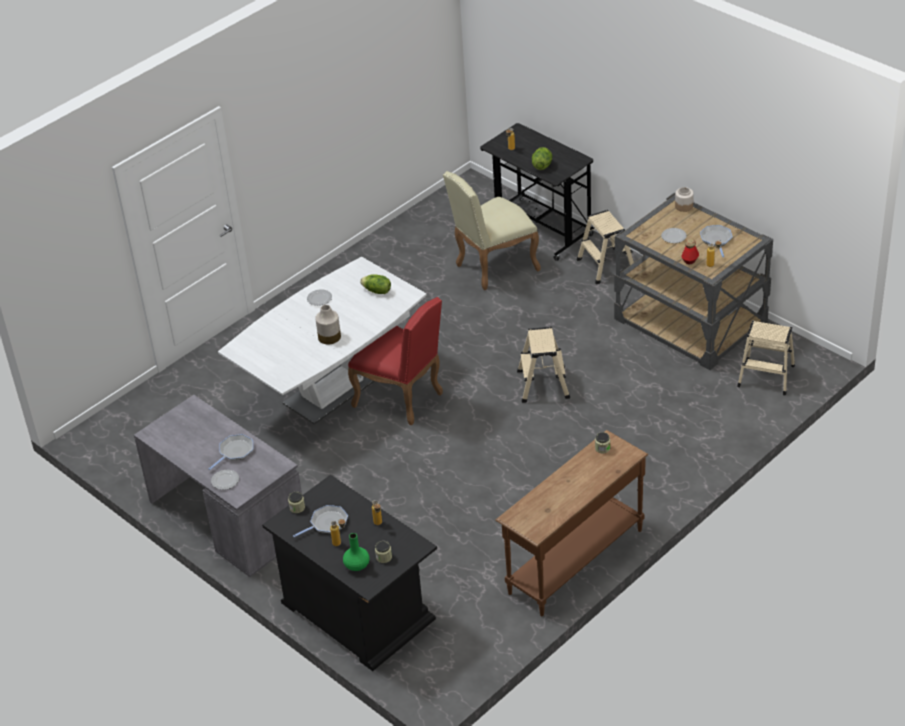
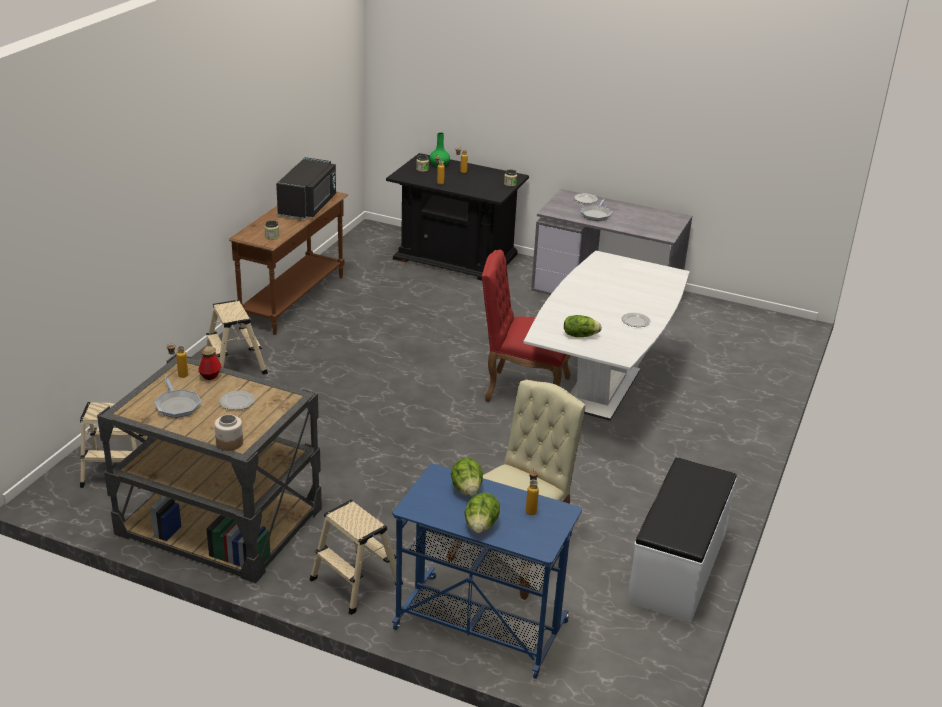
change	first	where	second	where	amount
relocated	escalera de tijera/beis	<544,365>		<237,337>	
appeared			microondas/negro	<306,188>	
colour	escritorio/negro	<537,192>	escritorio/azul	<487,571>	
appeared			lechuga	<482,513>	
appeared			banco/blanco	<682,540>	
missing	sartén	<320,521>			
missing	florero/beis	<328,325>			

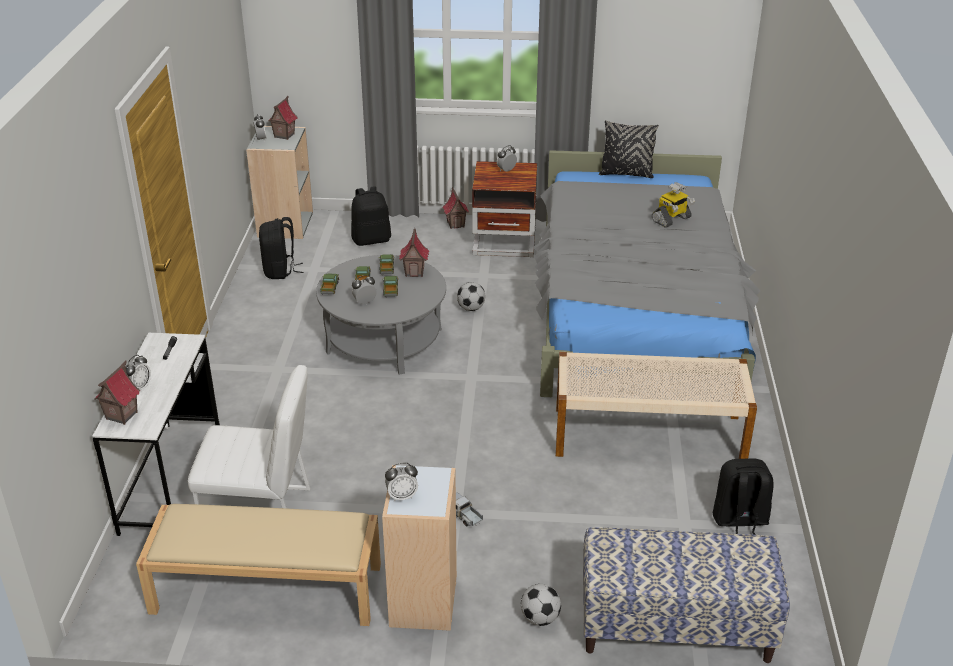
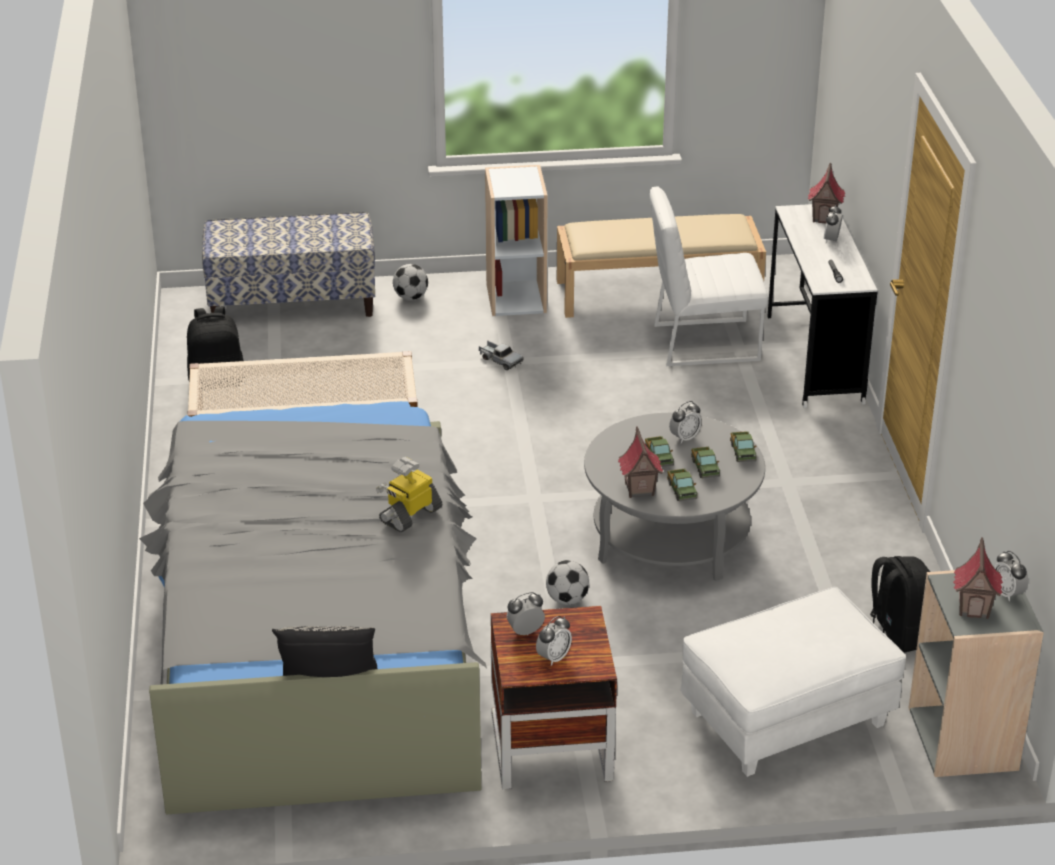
change	first	where	second	where	amount
relocated	robot de juguete	<673,204>		<409,494>	
relocated	despertador	<401,482>		<526,613>	
exchanged	mochila/negro	<371,216>	puf/blanco	<793,682>	
missing	casita	<456,208>			

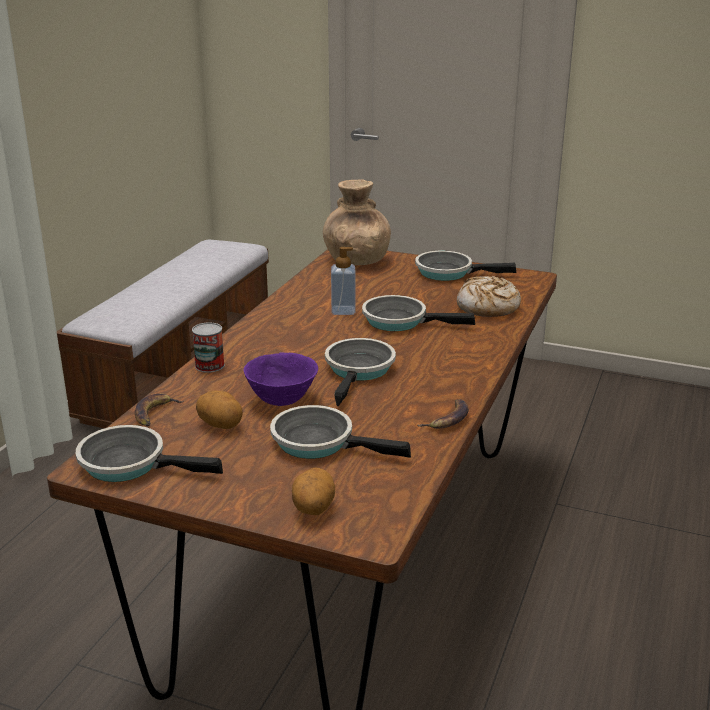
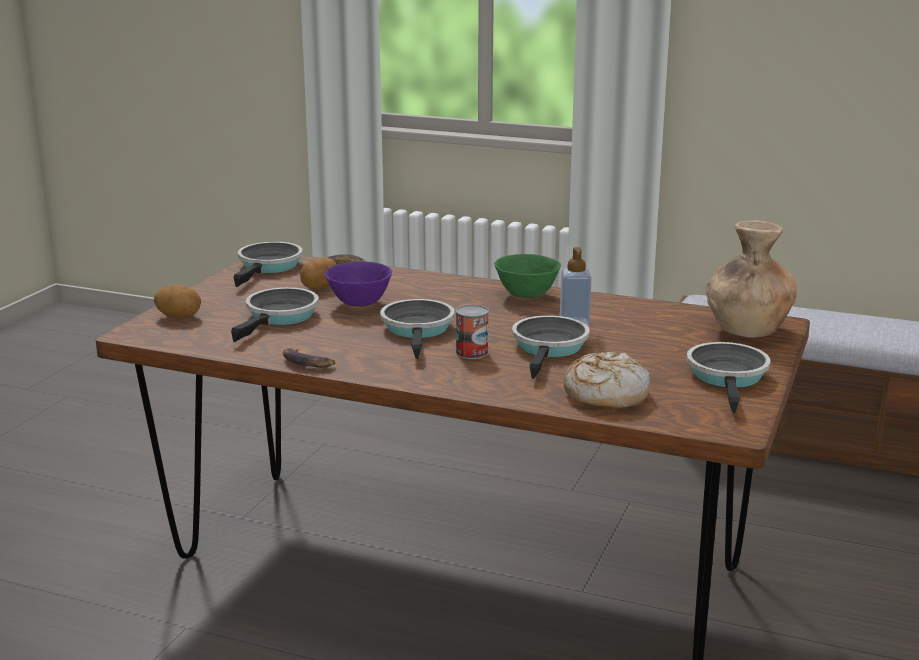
change	first	where	second	where	amount
spun	sartén	<360,372>		<417,329>	105 degrees counterclockwise
relocated	lata	<208,347>		<472,332>	
appeared			cuenco/verde	<527,276>	

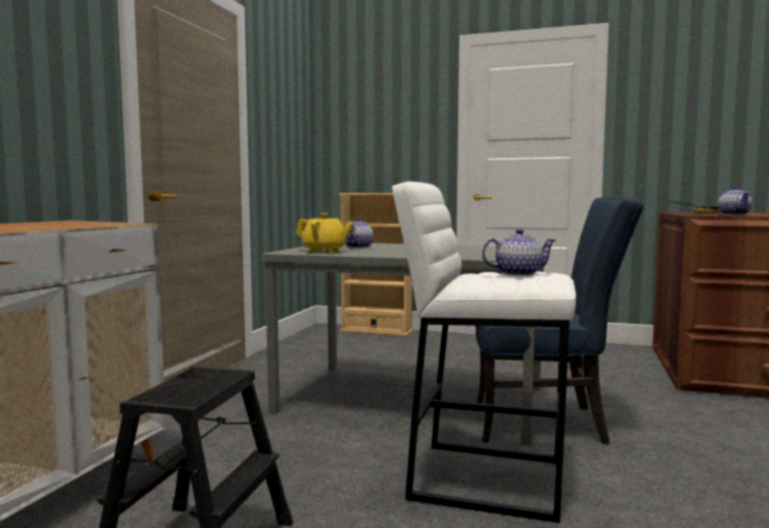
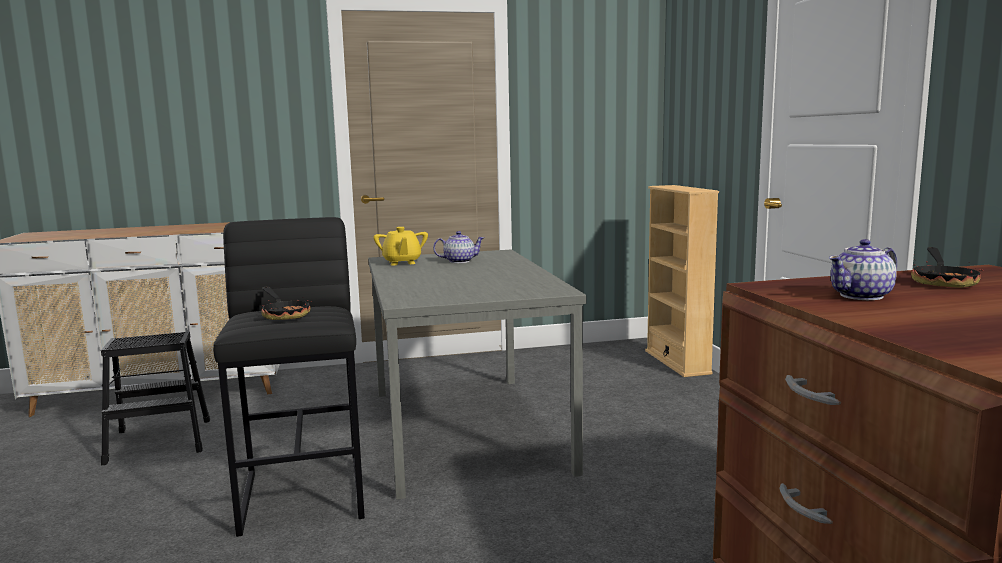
change	first	where	second	where	amount
colour	taburete/blanco	<484,352>	taburete/negro	<289,377>	
exchanged	tetera	<519,252>	sartén	<286,303>	
missing	silla/azul	<560,321>			

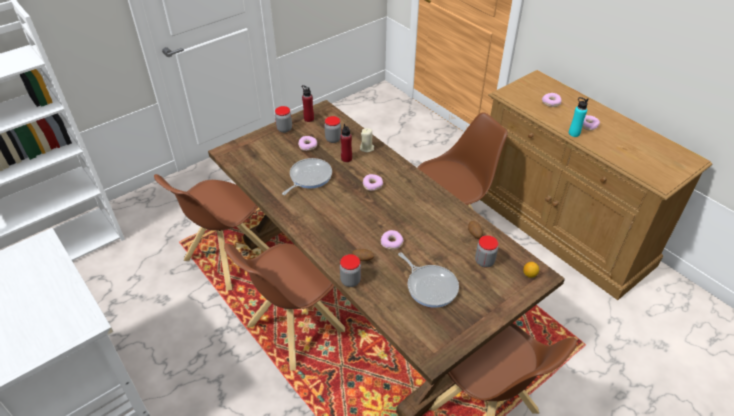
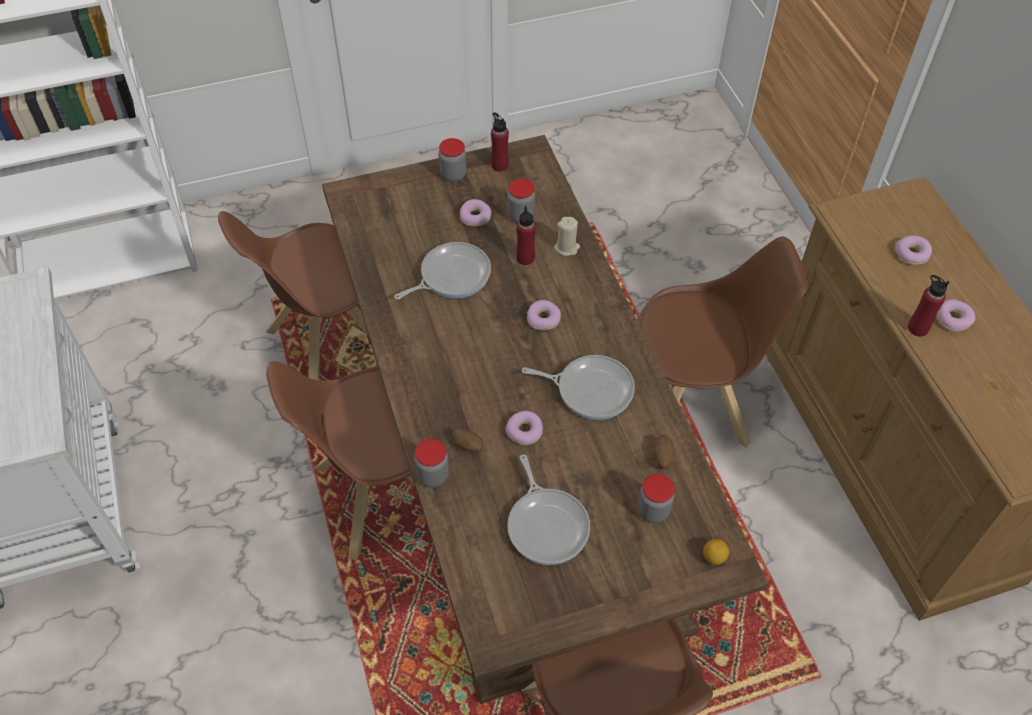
change	first	where	second	where	amount
appeared			sartén	<578,387>	
colour	botella/turquesa	<578,117>	botella/rojo	<929,306>	

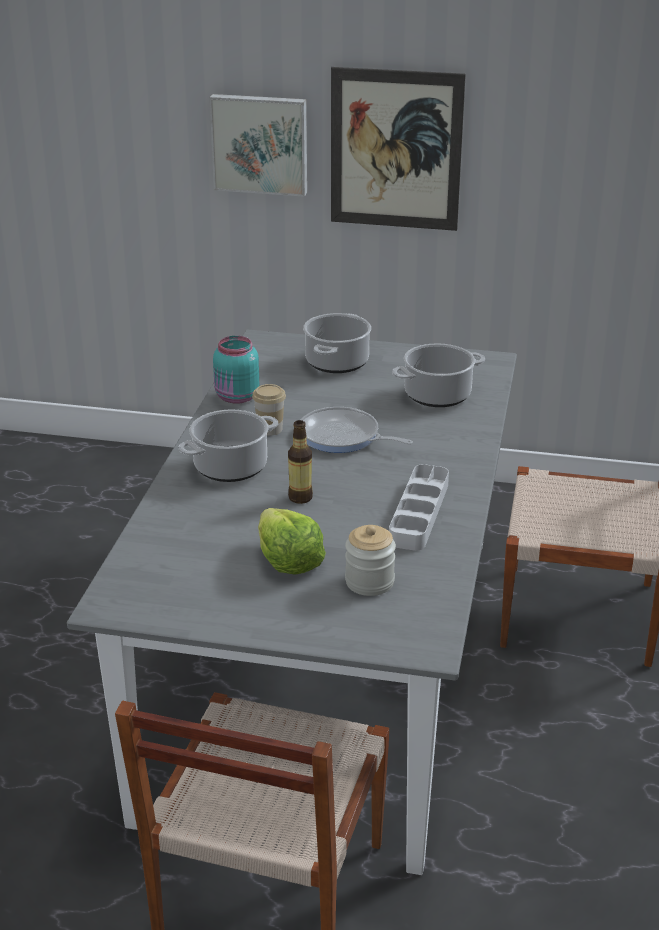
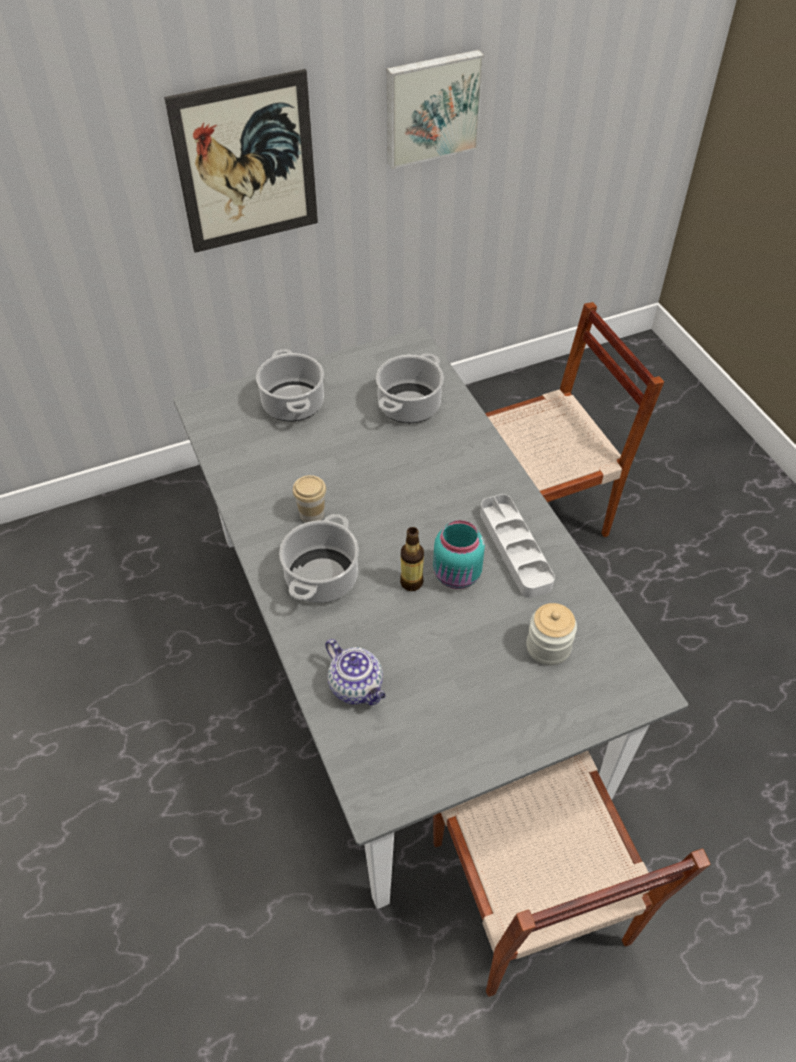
change	first	where	second	where	amount
appeared			tetera	<355,672>	
relocated	cuadro	<258,145>		<435,109>	
relocated	tarro/turquesa	<236,370>		<459,554>	
missing	lechuga	<292,541>			
missing	sartén	<357,430>			

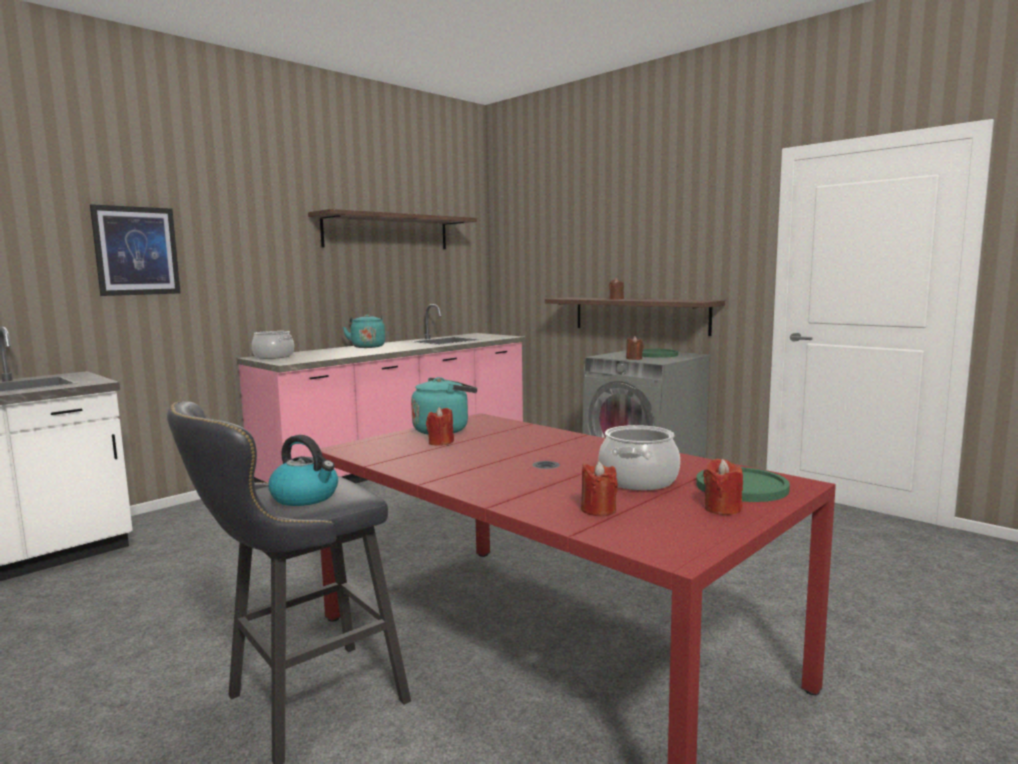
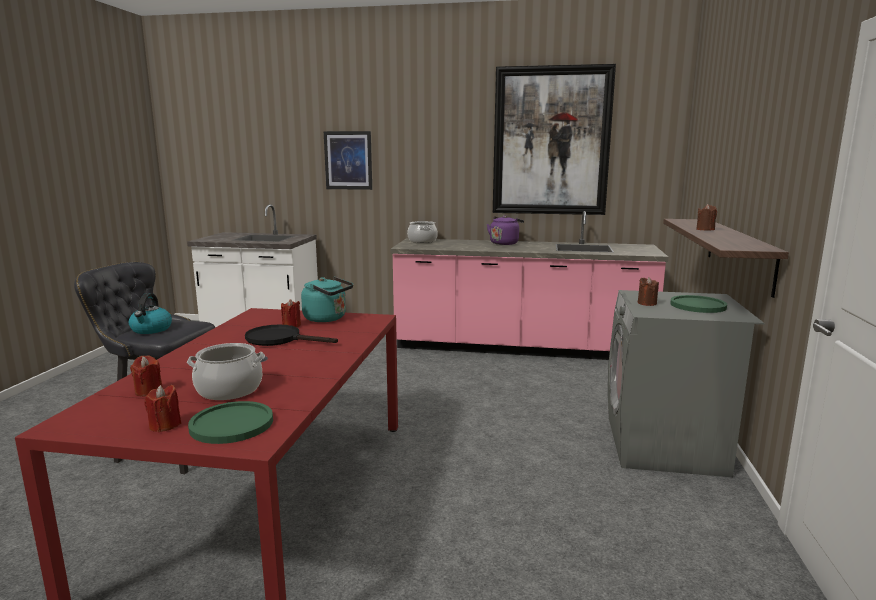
change	first	where	second	where	amount
appeared			sartén/negro	<291,335>	
colour	hervidor/turquesa	<364,331>	hervidor/morado	<505,230>	
exchanged	estante	<392,229>	cuadro	<554,139>	

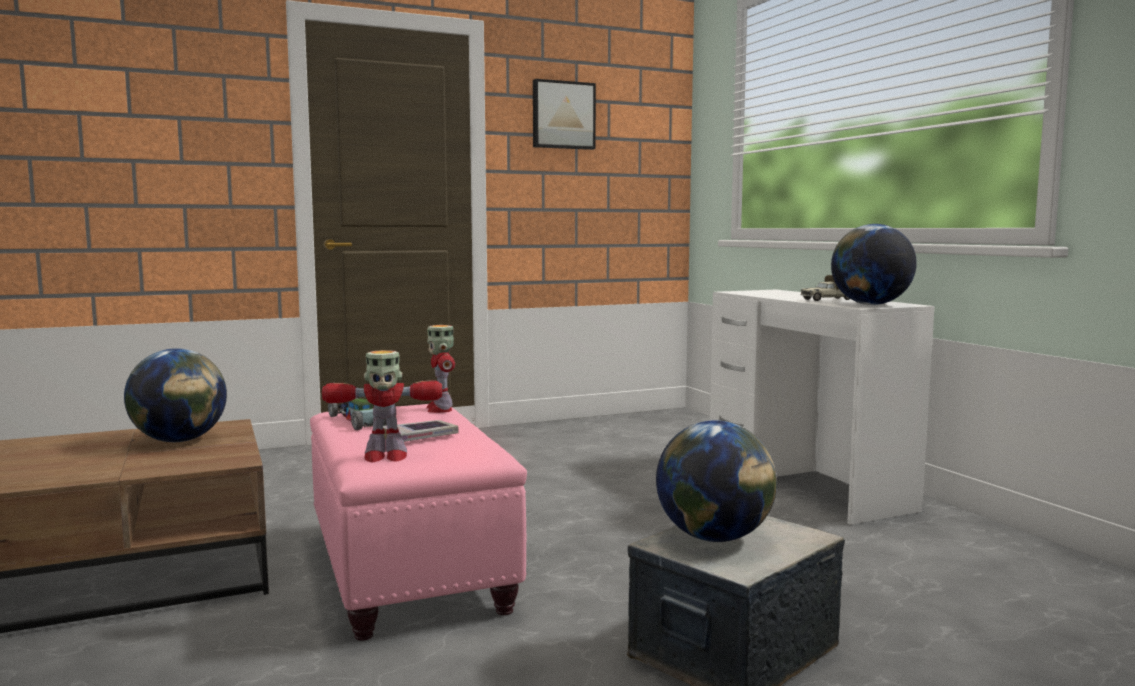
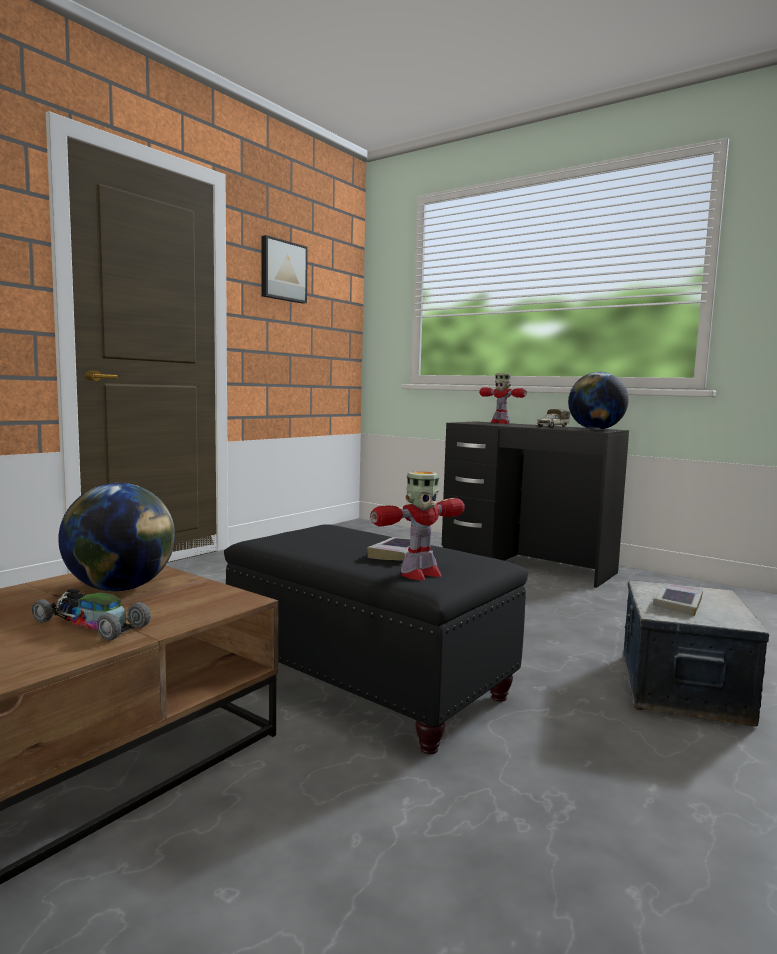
change	first	where	second	where	amount
relocated	coche de juguete	<357,414>		<91,614>	
colour	puf/rosa	<418,522>	puf/negro	<376,639>	
colour	escritorio/blanco	<822,407>	escritorio/negro	<535,504>	
relocated	robot de juguete	<441,369>		<503,398>	
exchanged	globo terráqueo	<716,481>	libro	<678,599>	

